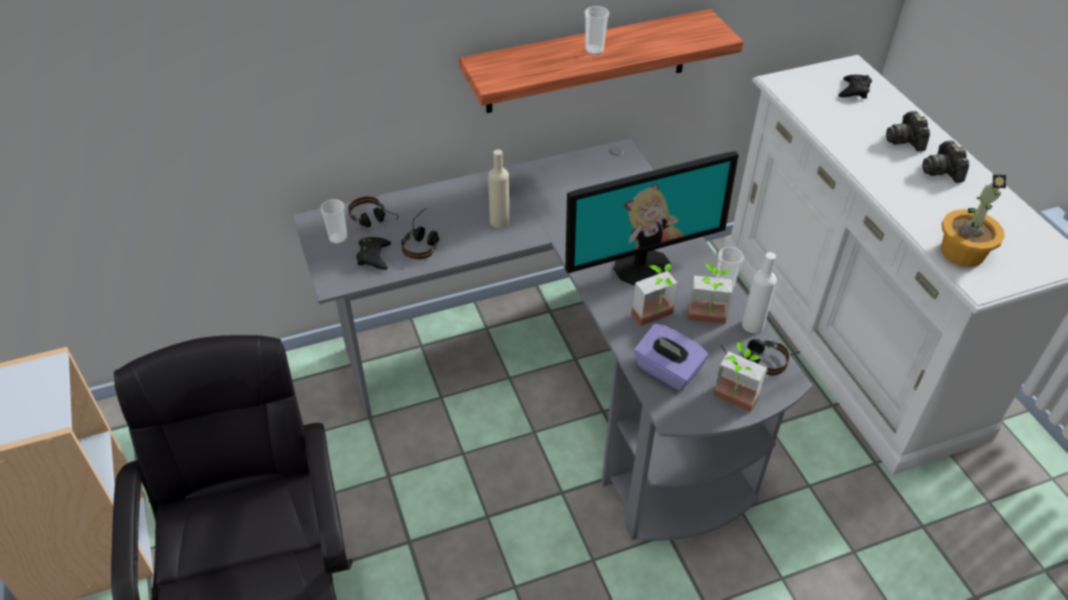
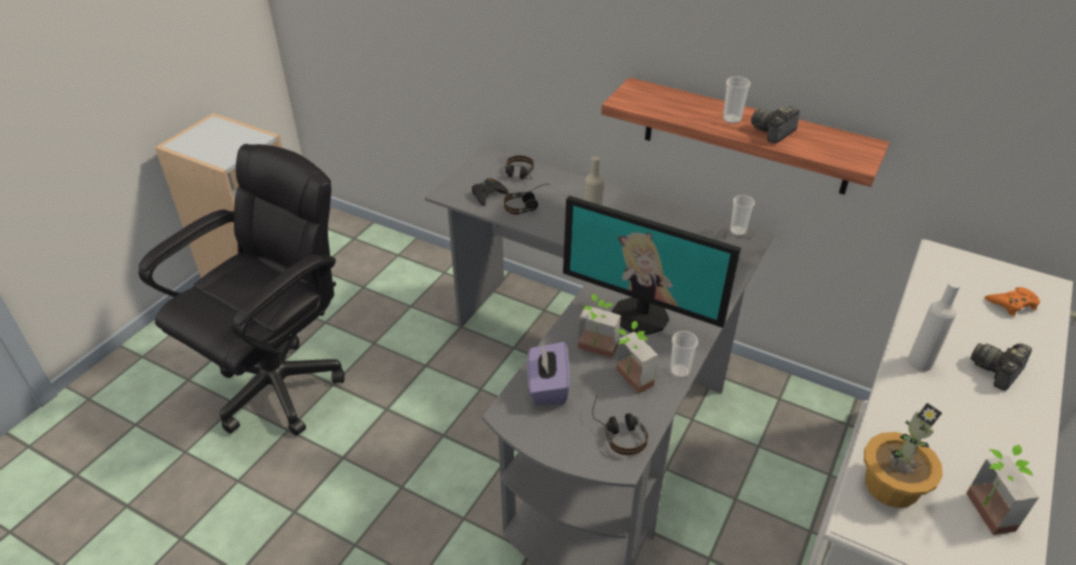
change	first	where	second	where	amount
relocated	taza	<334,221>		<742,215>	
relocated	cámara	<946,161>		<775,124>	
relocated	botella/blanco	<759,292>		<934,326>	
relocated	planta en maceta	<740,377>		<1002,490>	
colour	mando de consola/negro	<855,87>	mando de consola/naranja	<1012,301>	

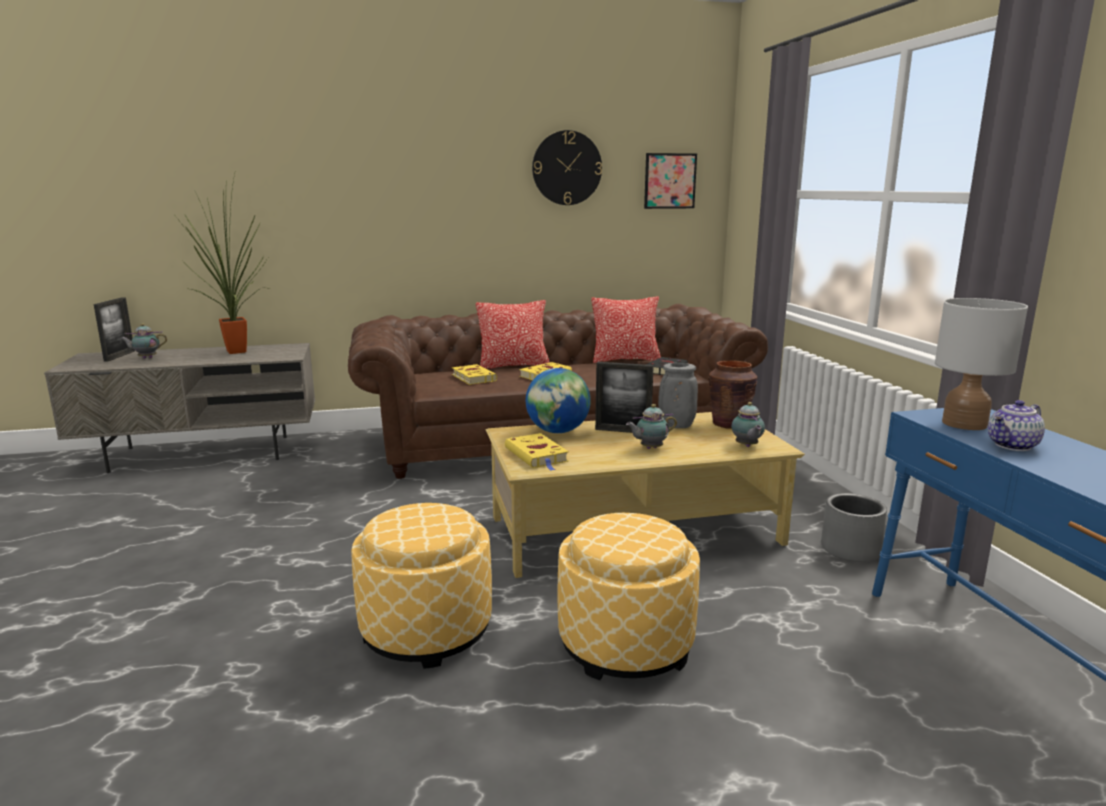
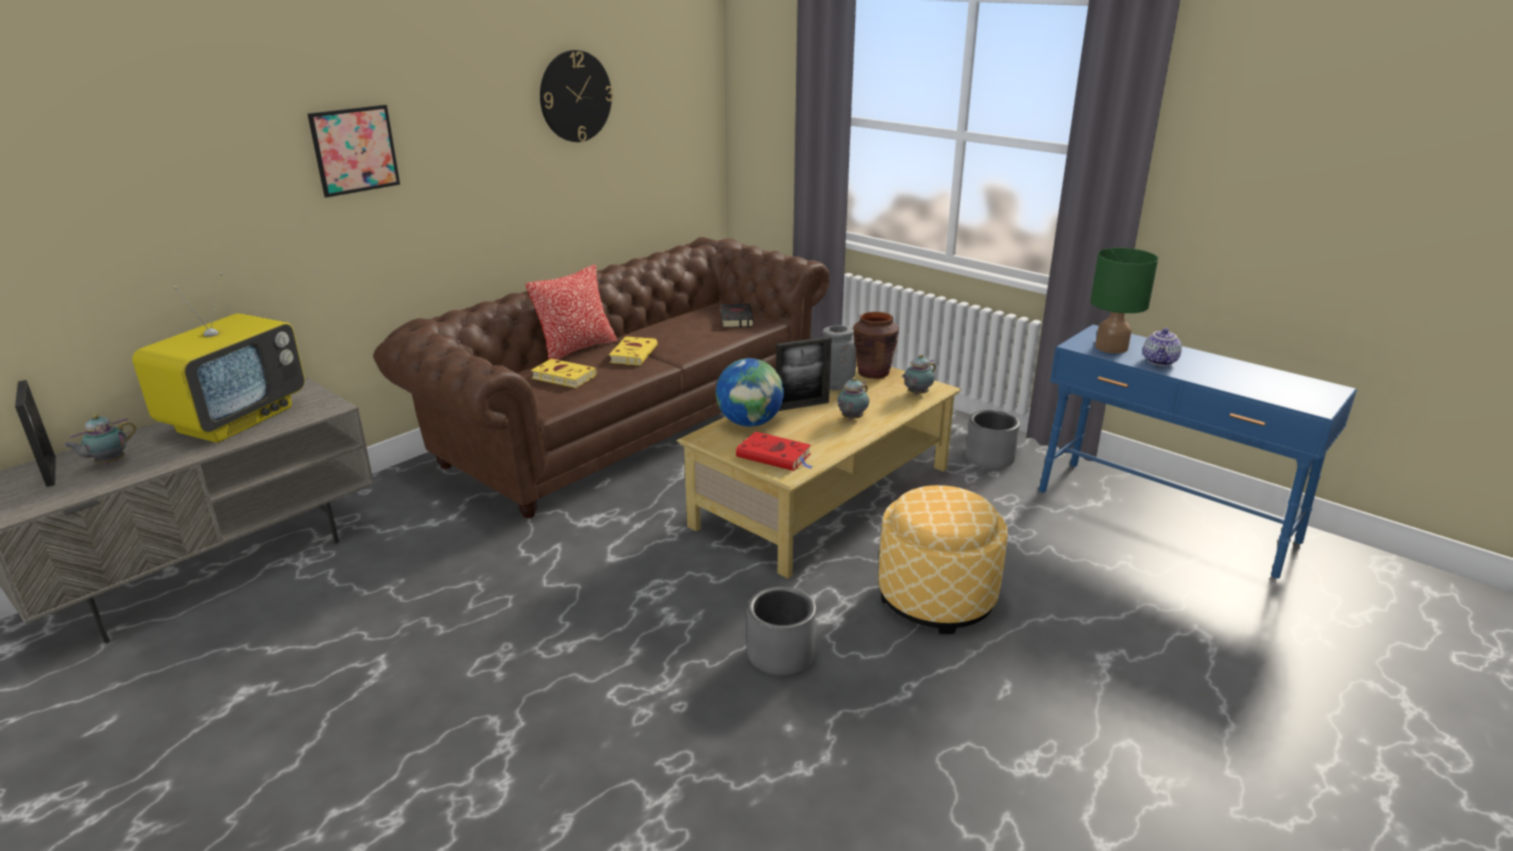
change	first	where	second	where	amount
exchanged	planta en maceta	<223,264>	televisor	<218,358>	
relocated	cuadro	<670,181>		<354,151>	
colour	libro/amarillo	<537,452>	libro/rojo	<775,451>	
exchanged	puf	<421,586>	maceta/gris	<781,630>	
spun	tetera	<748,424>		<919,374>	90 degrees clockwise
colour	lámpara de mesa/gris	<981,364>	lámpara de mesa/verde	<1124,300>	
missing	cojín	<626,329>			

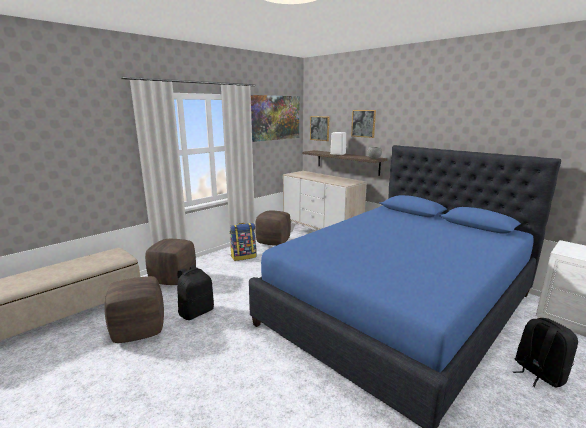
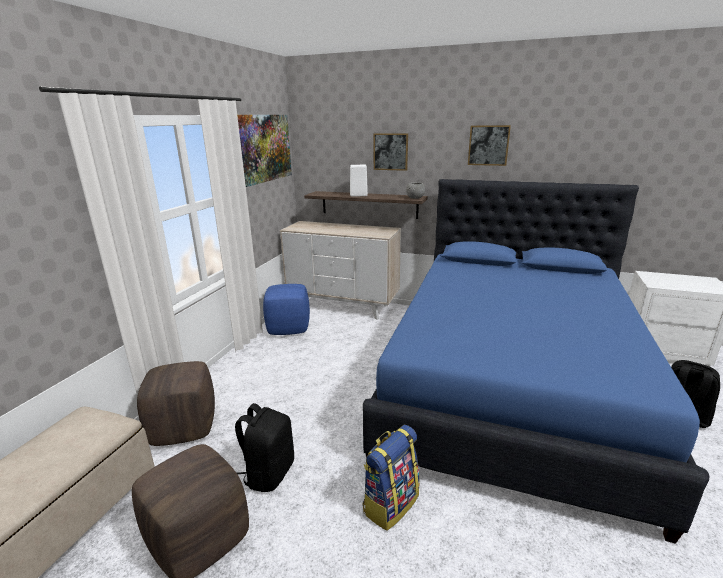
change	first	where	second	where	amount
colour	puf/marrón	<273,228>	puf/azul	<286,309>	
relocated	mochila	<243,242>		<391,478>	
relocated	cuadro	<319,128>		<489,145>	

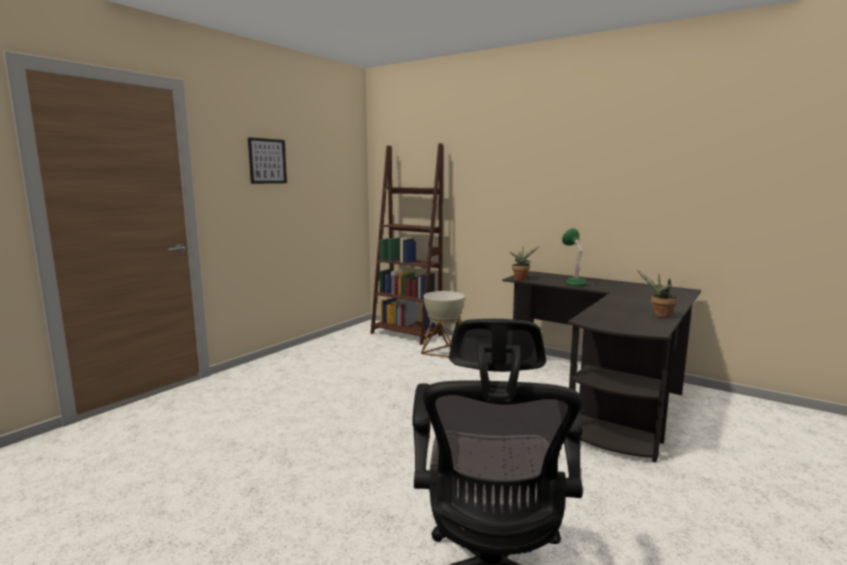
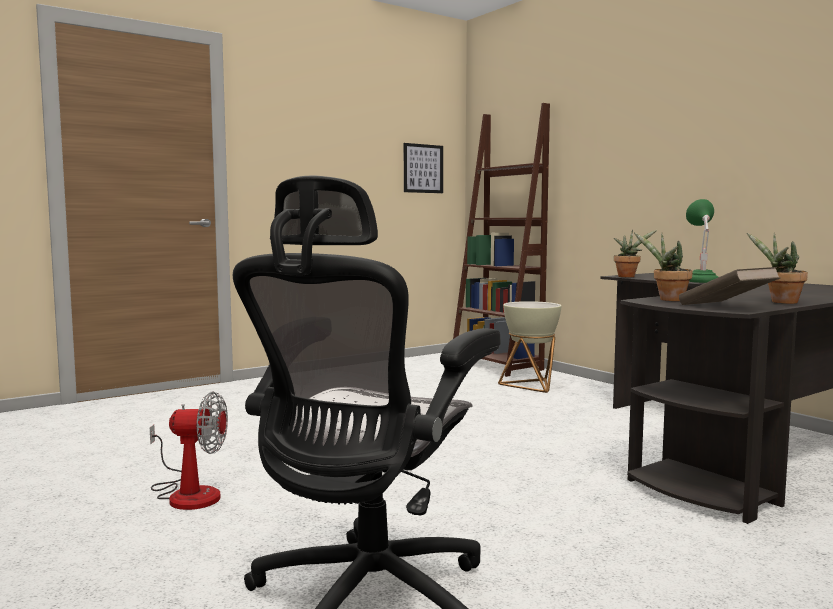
change	first	where	second	where	amount
appeared			ventilador	<189,451>	
relocated	cuadro	<267,160>		<423,168>	
appeared			planta en maceta	<663,267>	
appeared			libro/marrón	<729,286>	

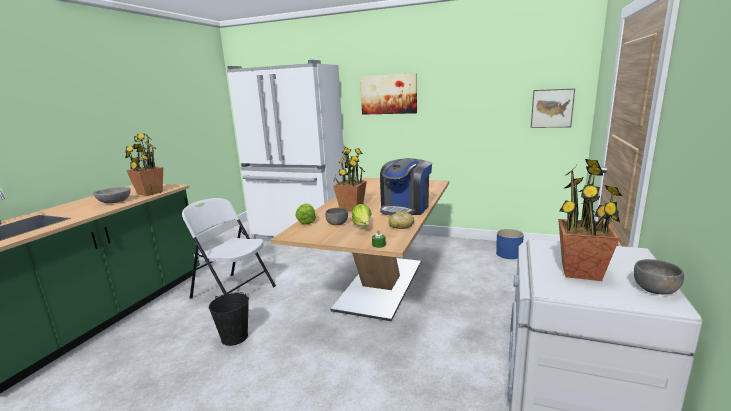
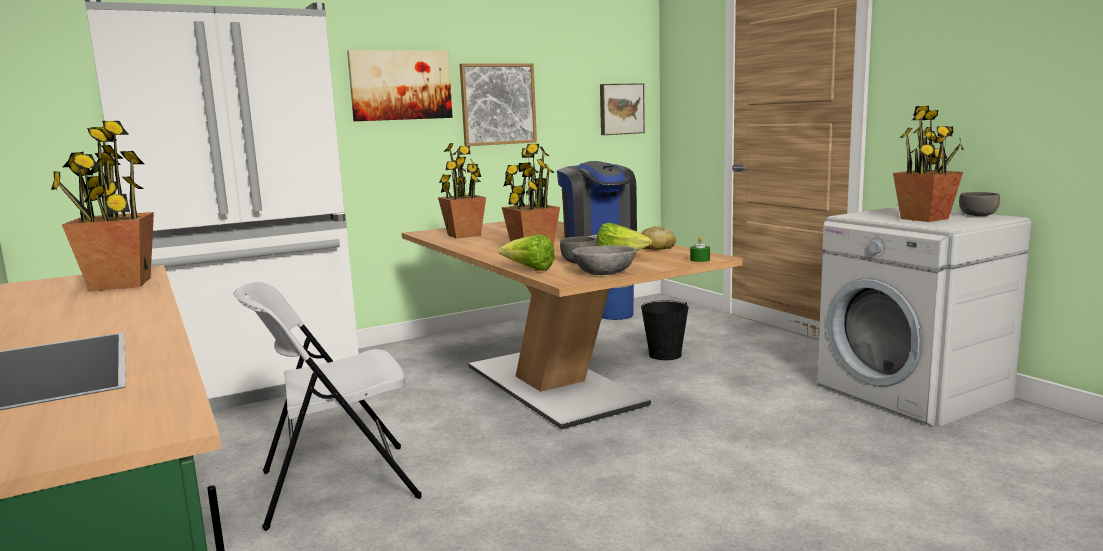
change	first	where	second	where	amount
appeared			planta en maceta	<462,191>	
appeared			cuadro	<498,104>	
relocated	cuenco/gris	<112,195>		<604,260>	
relocated	cubo/negro	<229,319>		<665,330>	

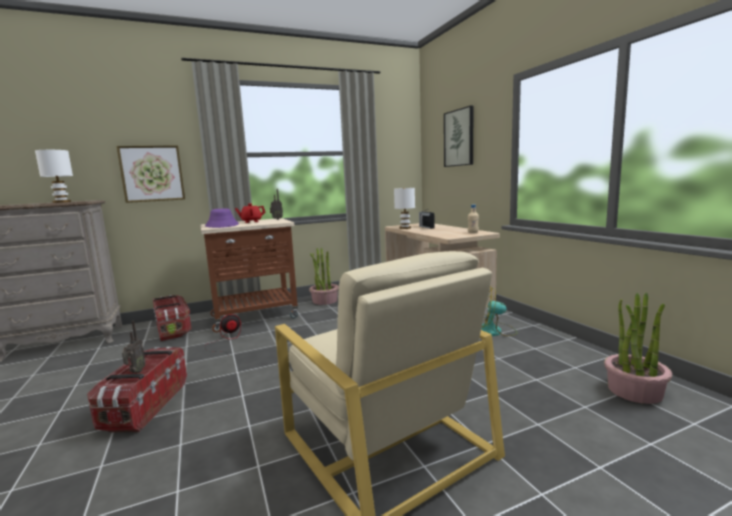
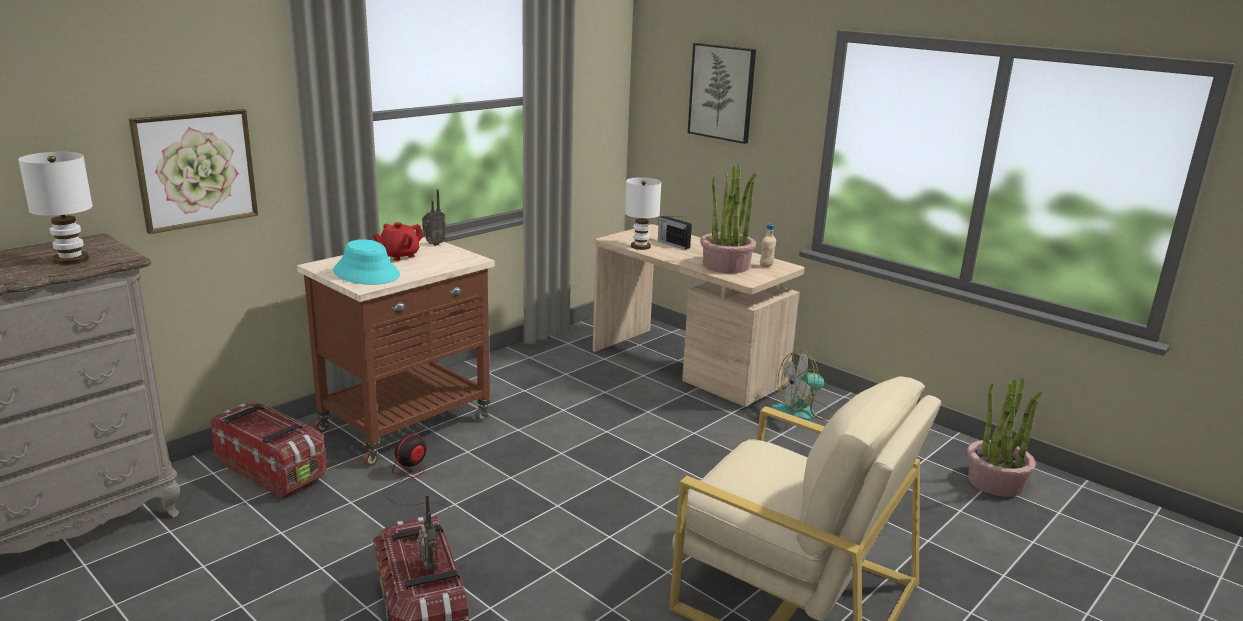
change	first	where	second	where	amount
colour	sombrero/morado	<222,218>	sombrero/turquesa	<366,262>	
relocated	planta en maceta	<324,276>		<728,219>	

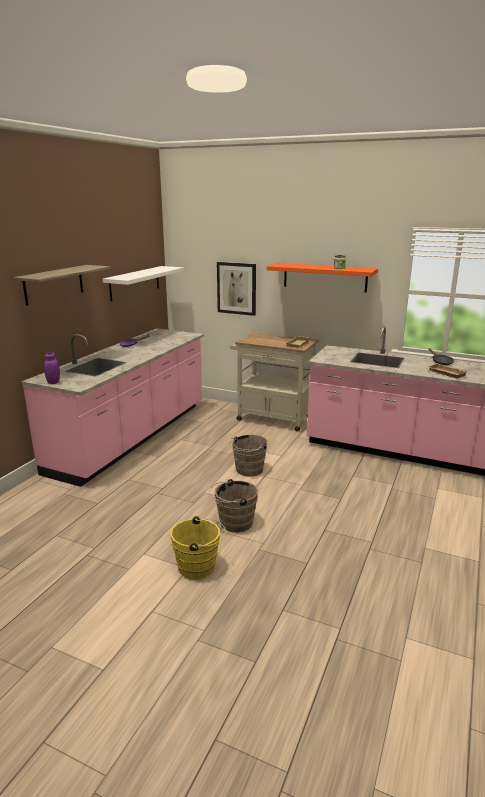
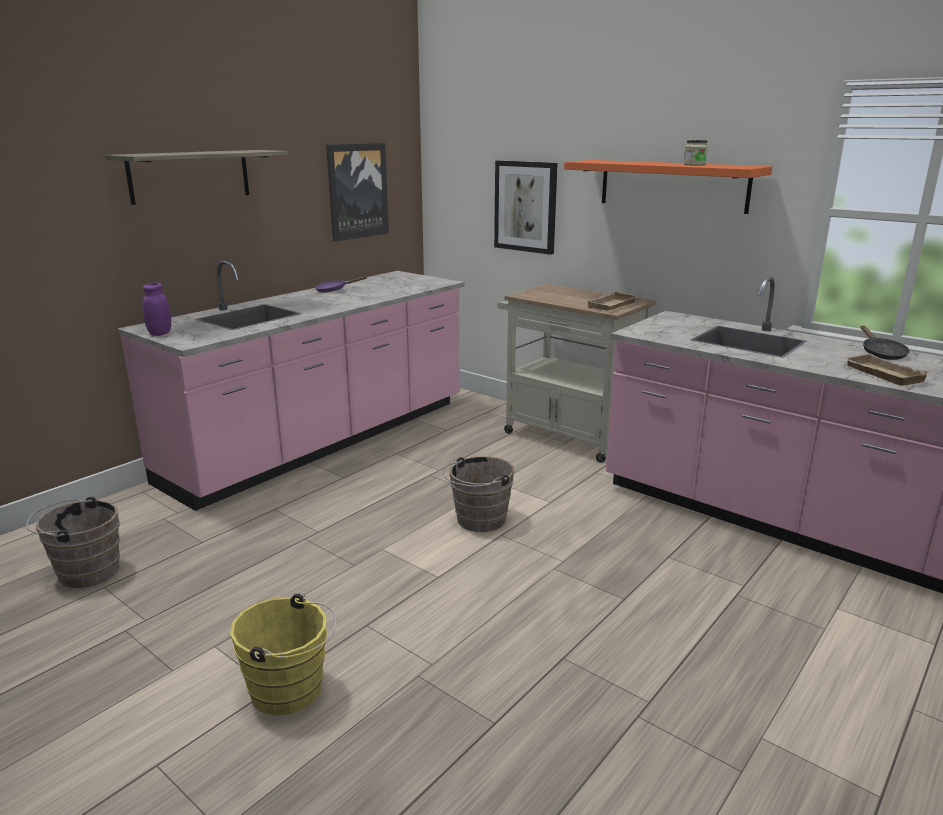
change	first	where	second	where	amount
relocated	cubo/marrón	<233,505>		<73,542>	
exchanged	estante/blanco	<143,284>	cuadro	<357,192>	

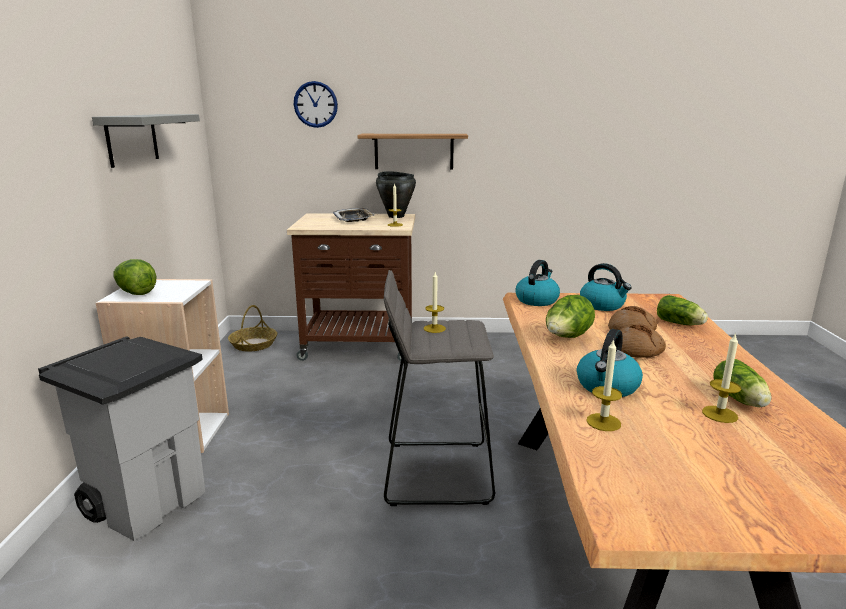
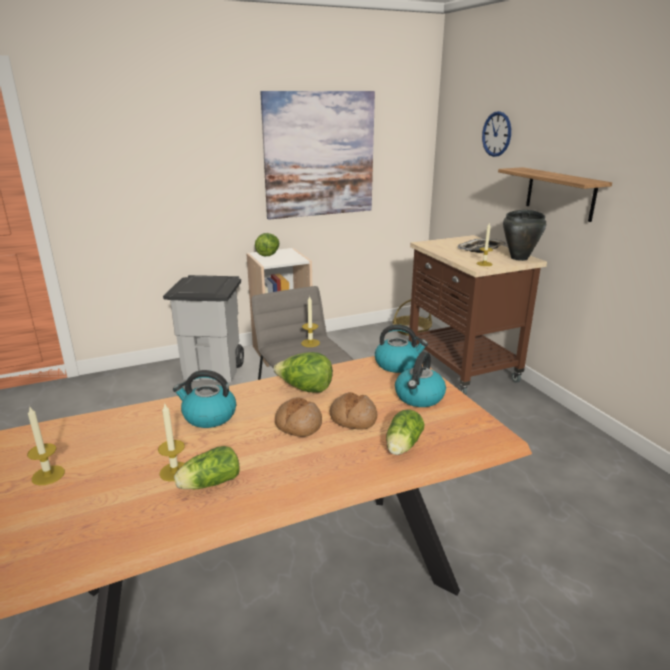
change	first	where	second	where	amount
relocated	vela	<604,385>		<46,446>	
exchanged	estante/gris	<146,141>	cuadro	<317,155>	

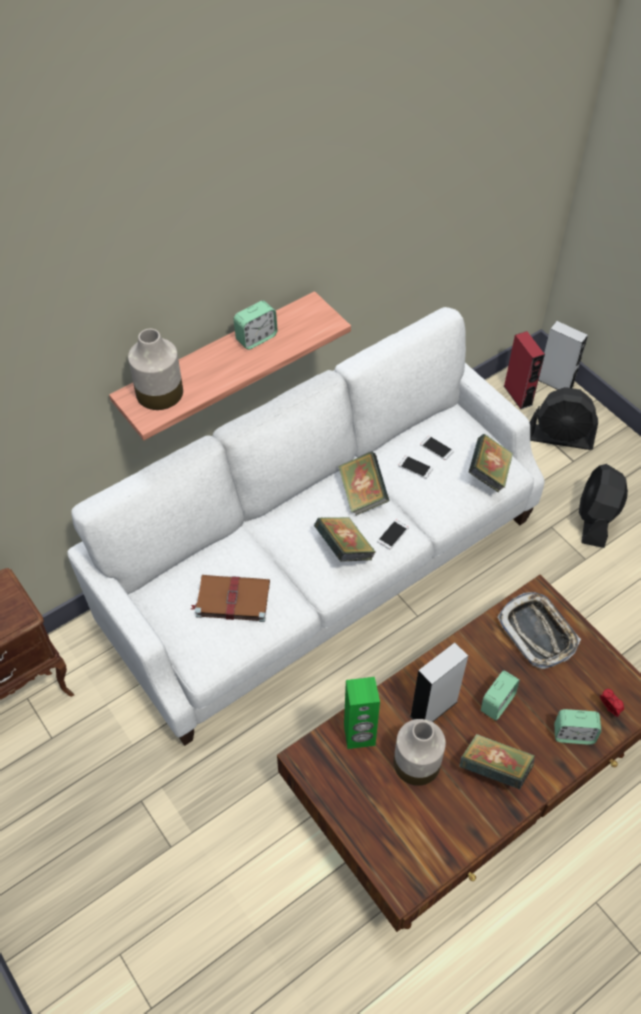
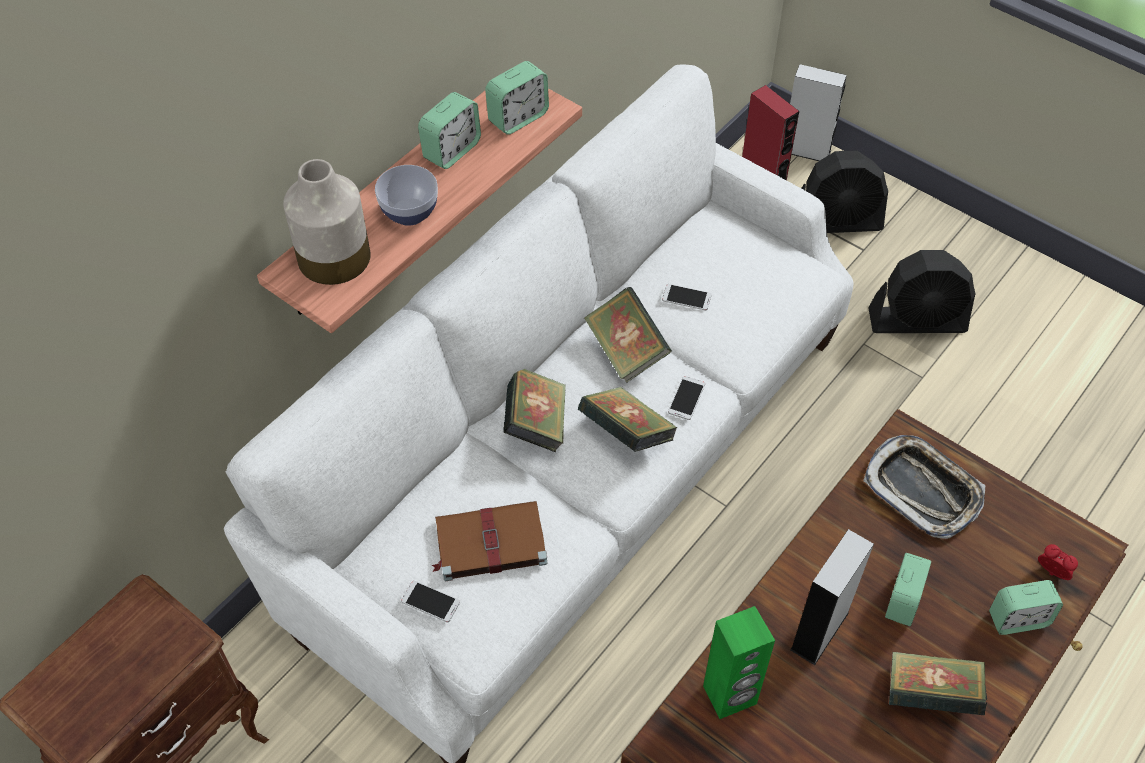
change	first	where	second	where	amount
appeared			cuenco	<406,195>	
relocated	móvil	<437,448>		<430,601>	
appeared			despertador	<517,98>	
relocated	libro	<491,463>		<534,410>	
spun	ventilador/negro	<603,506>		<922,291>	90 degrees counterclockwise
missing	florero/beis	<419,752>			

